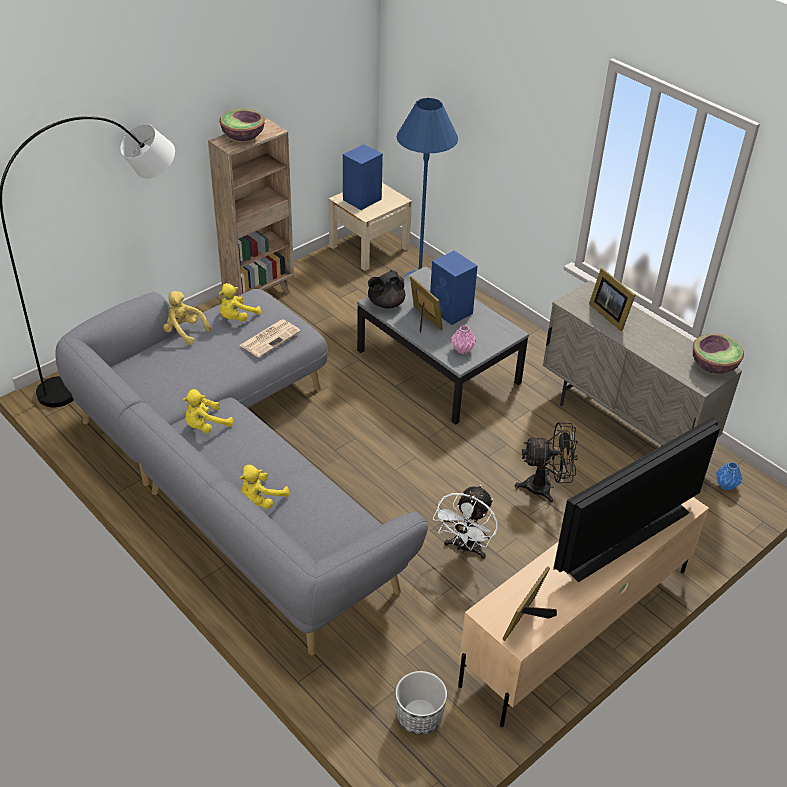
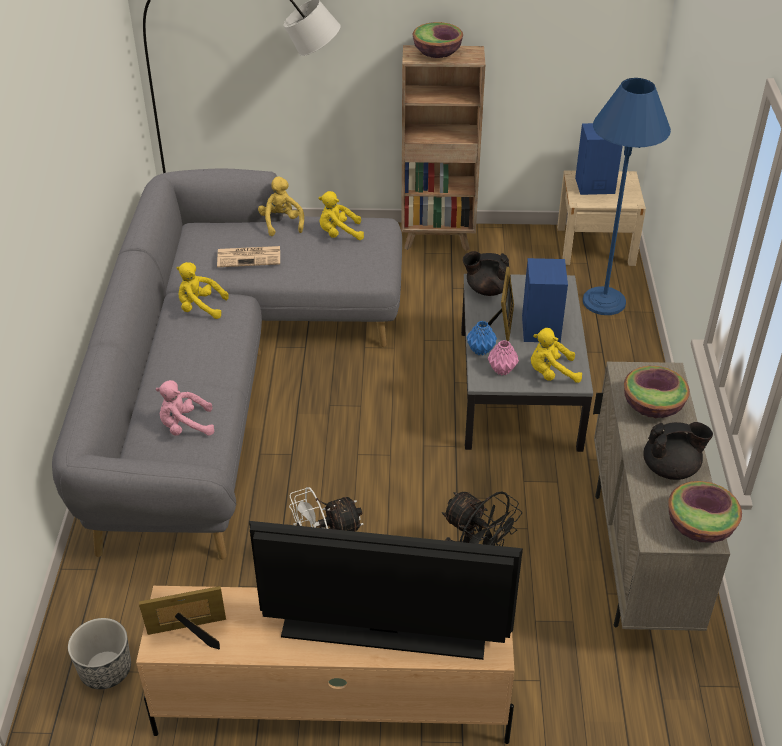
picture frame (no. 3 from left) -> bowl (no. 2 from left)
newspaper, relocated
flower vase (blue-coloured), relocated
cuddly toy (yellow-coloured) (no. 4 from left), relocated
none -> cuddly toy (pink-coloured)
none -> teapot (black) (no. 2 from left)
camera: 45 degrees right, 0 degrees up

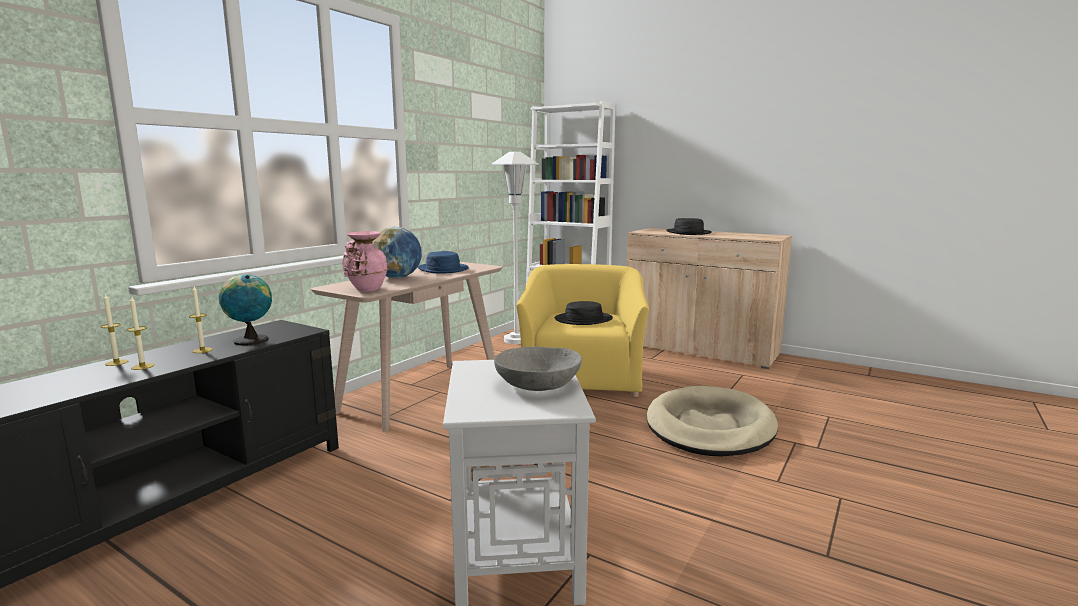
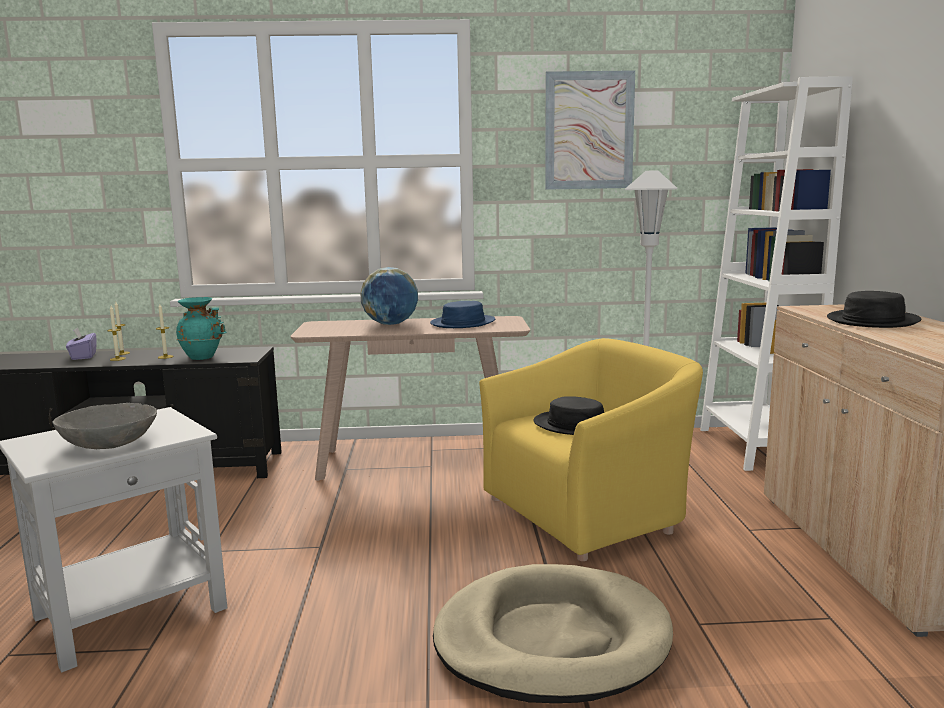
flower vase (pink-coloured) -> none
globe (no. 1 from left) -> flower vase (turquoise-coloured)
none -> picture
none -> tissue box (purple-coloured)
camera: 55 degrees right, 0 degrees up

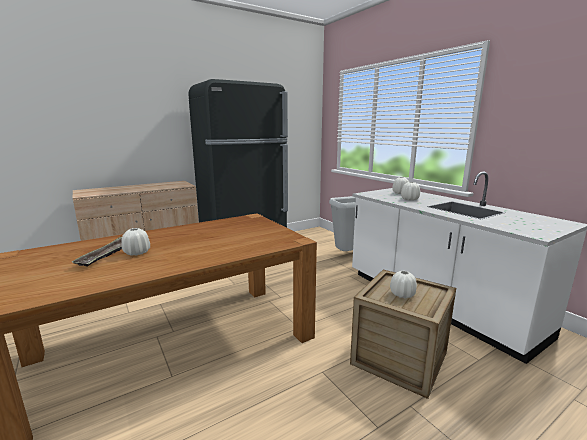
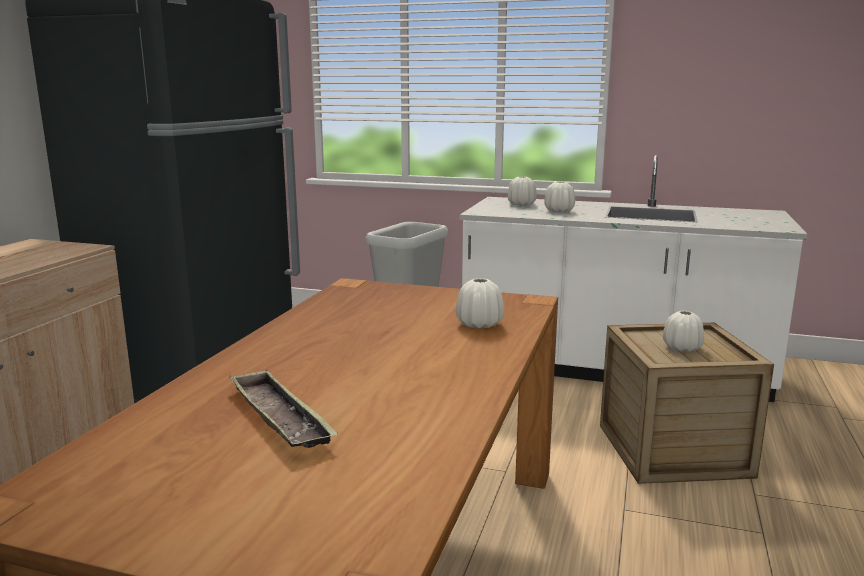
flower vase (white-coloured) (no. 1 from left), relocated
camera: 40 degrees left, 0 degrees up

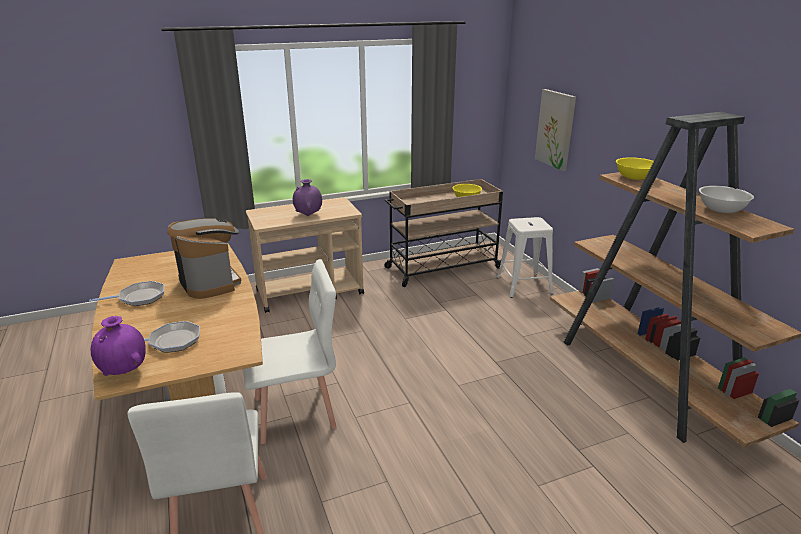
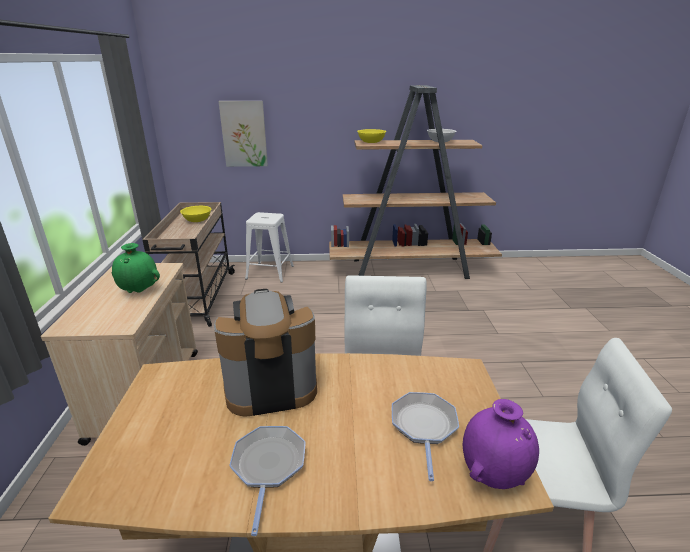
flower vase (purple-coloured) (no. 2 from left) -> flower vase (greenish)
camera: 70 degrees left, 0 degrees up

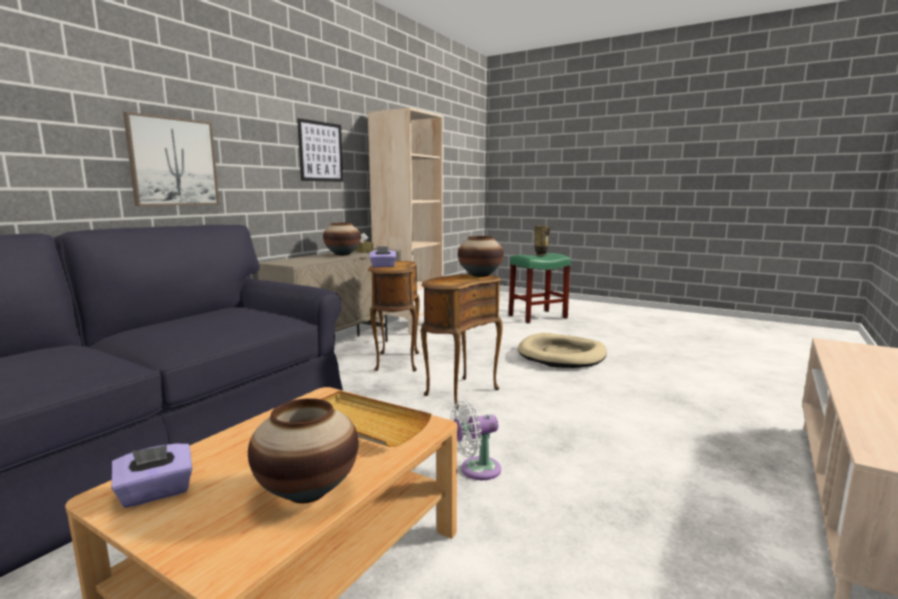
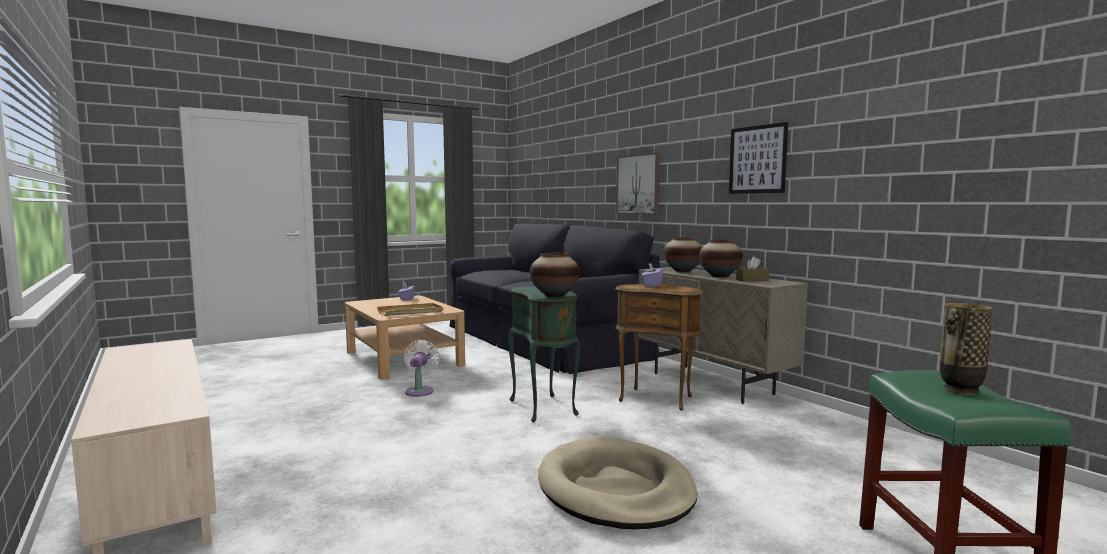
bookshelf (beige-coloured) -> none
accent table (brown-coloured) (no. 2 from left) -> accent table (greenish)
flower vase (no. 1 from left in the first image) -> flower vase (no. 2 from left), relocated
camera: 115 degrees right, 5 degrees down

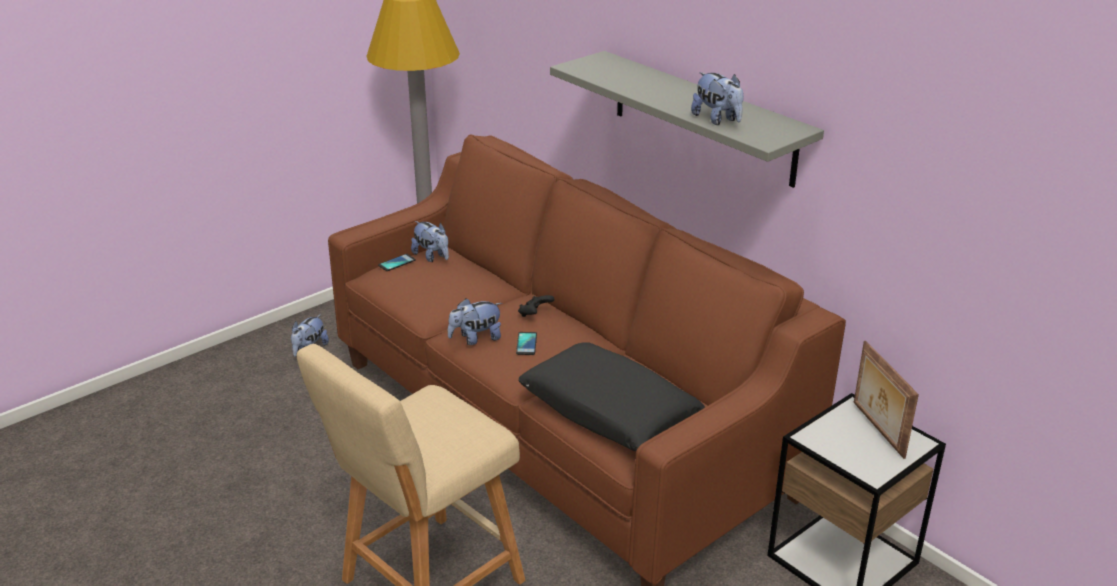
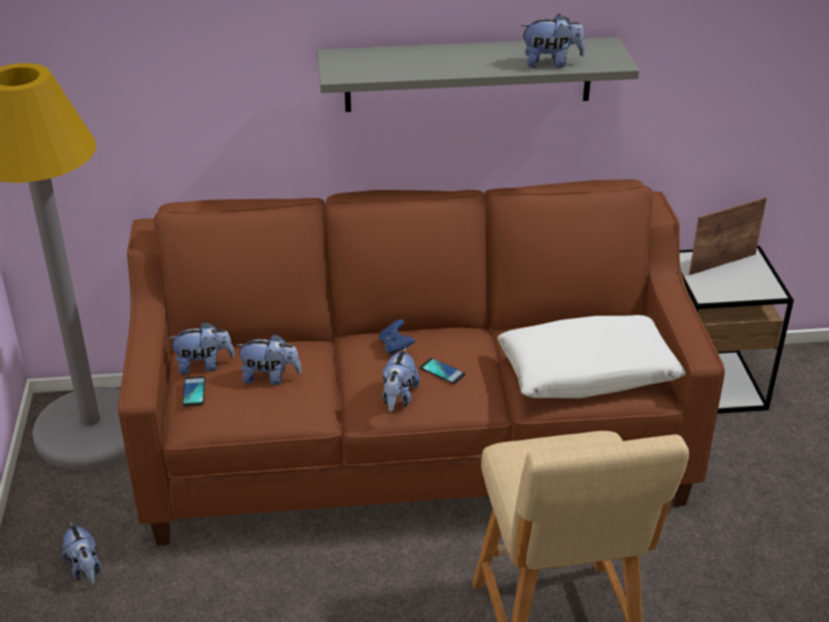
gamepad (black) -> gamepad (blue-coloured)
picture frame, 135 degrees clockwise
pillow (black) -> pillow (white-coloured)
none -> cuddly toy (no. 3 from left)
camera: 55 degrees left, 5 degrees up

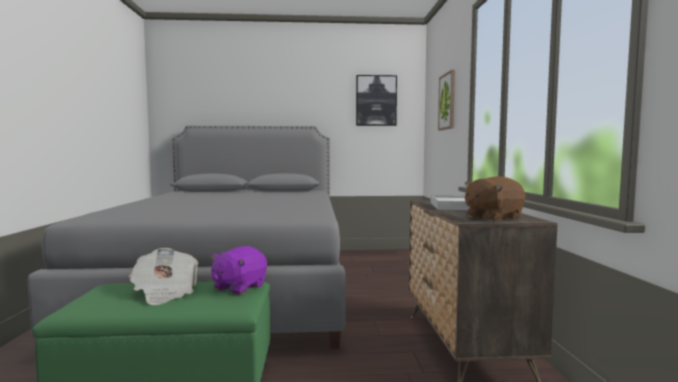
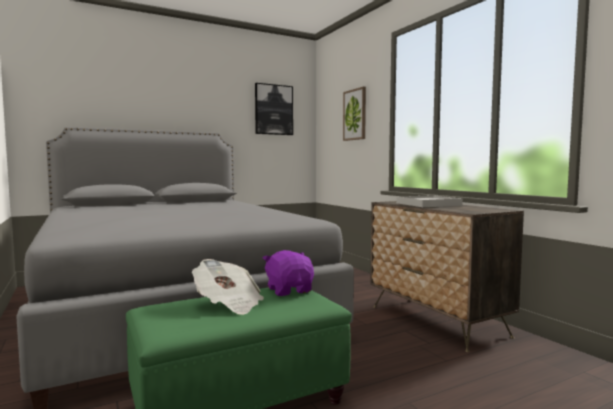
cuddly toy (brown-coloured) -> none
cuddly toy (purple-coloured), 150 degrees clockwise
camera: 25 degrees left, 0 degrees up

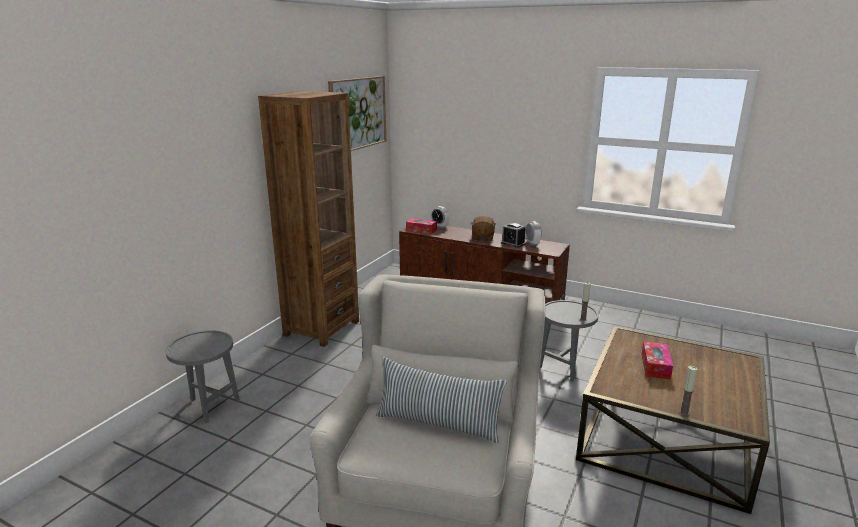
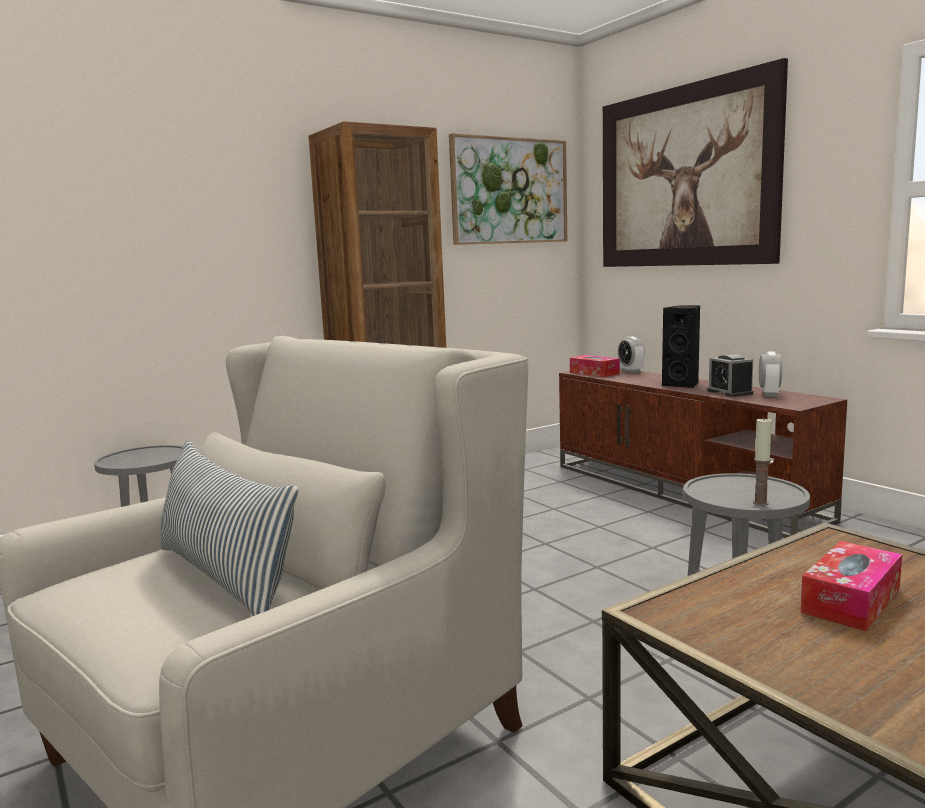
cuddly toy (brown-coloured) -> audio speaker (black)
wax light (no. 2 from left) -> none
none -> picture (no. 2 from left)
camera: 30 degrees right, 10 degrees down

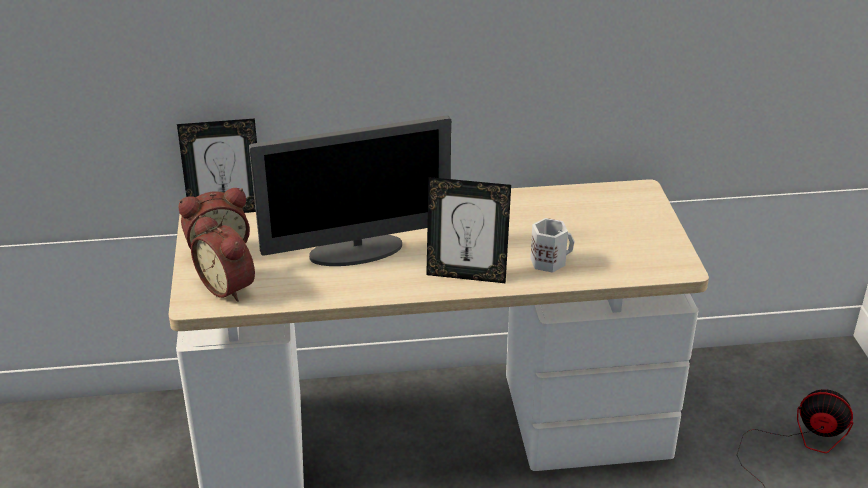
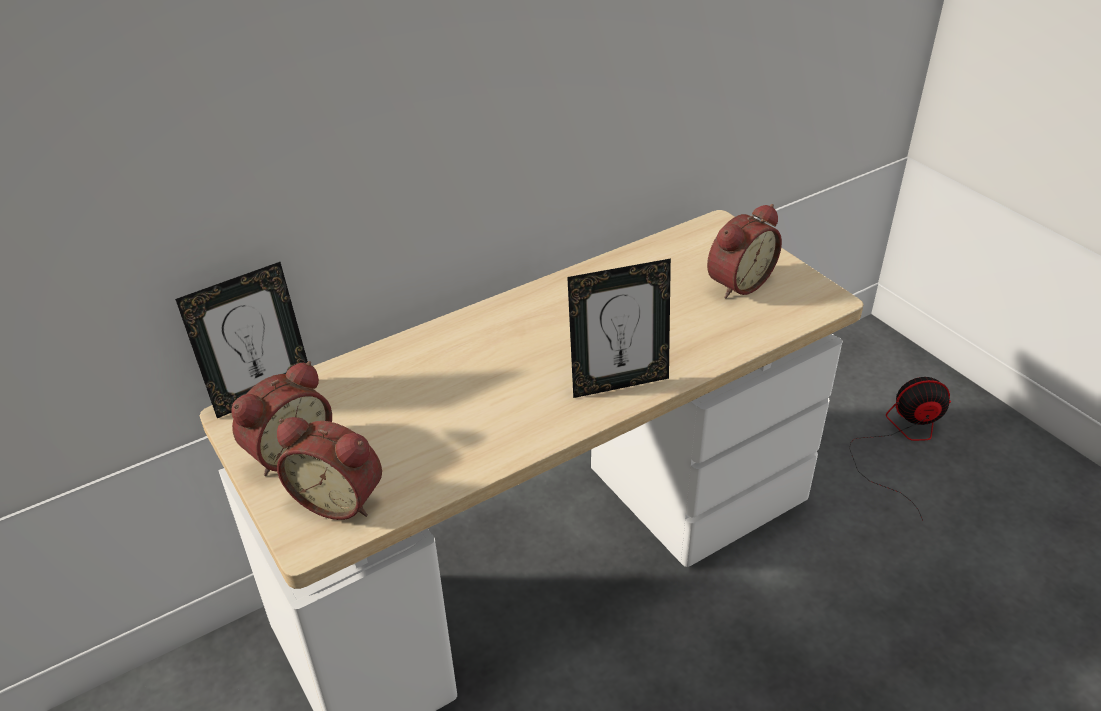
computer screen -> none
mug (white-coloured) -> none
none -> alarm clock (no. 3 from left)
camera: 25 degrees left, 5 degrees up

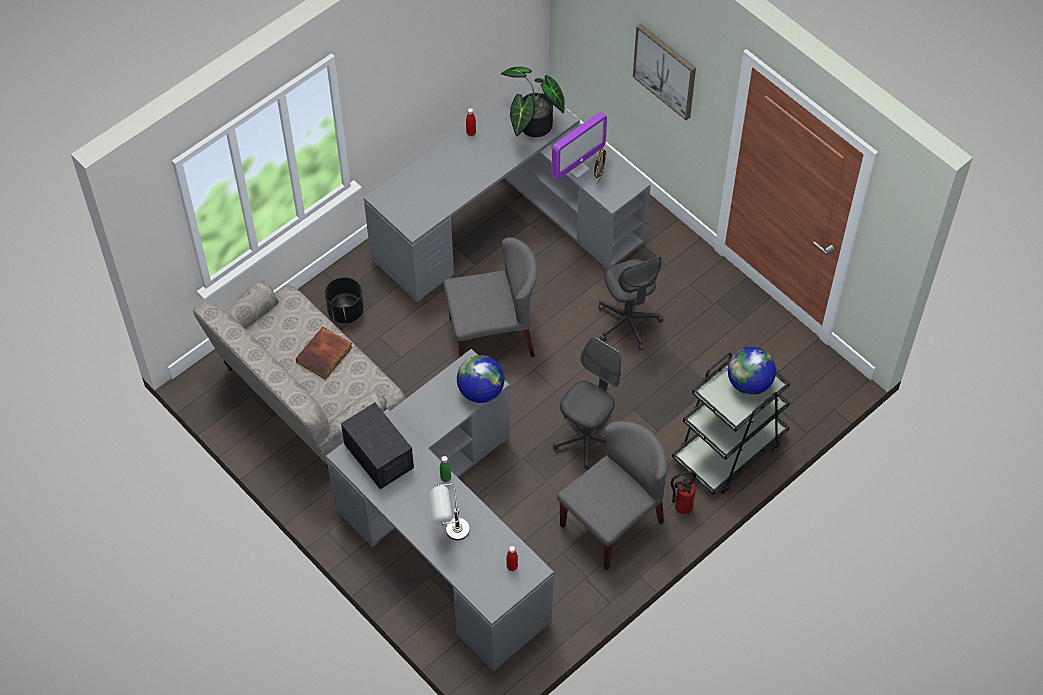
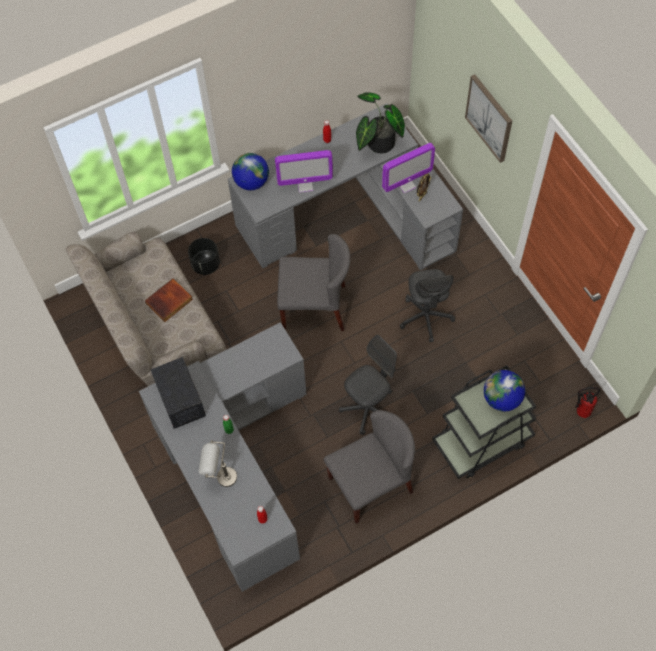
globe (no. 1 from left), relocated
fire-fighting cylinder, relocated
none -> computer screen (no. 1 from left)
camera: 15 degrees right, 5 degrees up

